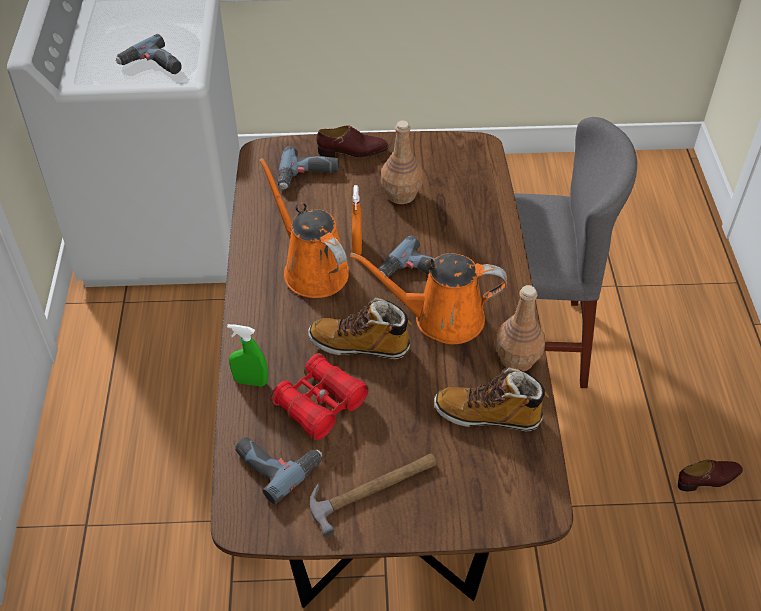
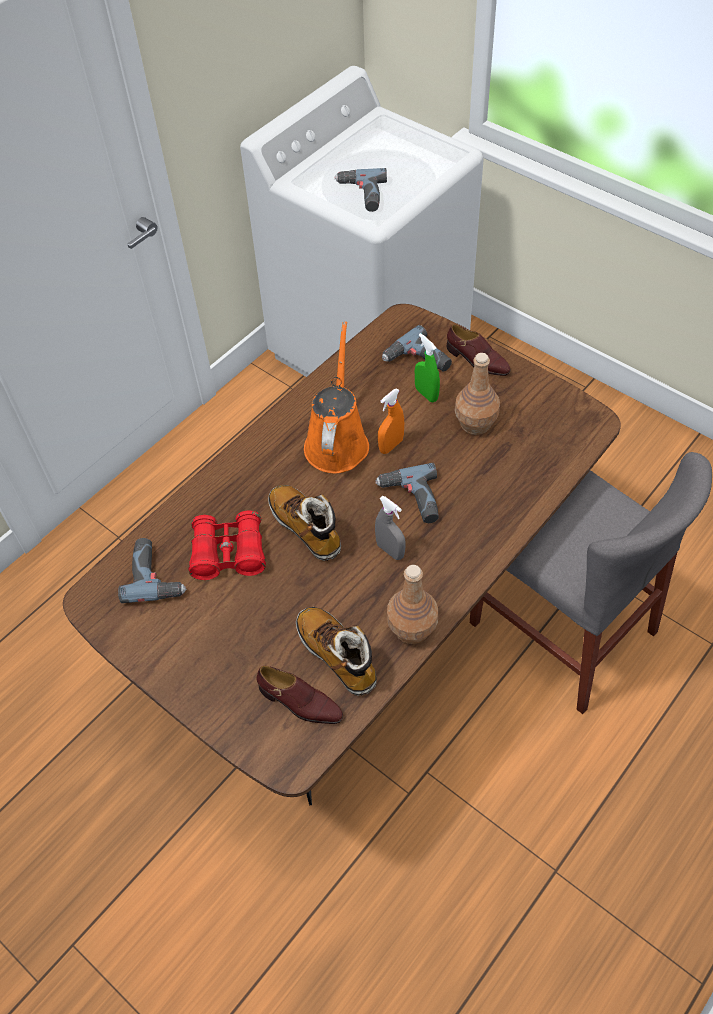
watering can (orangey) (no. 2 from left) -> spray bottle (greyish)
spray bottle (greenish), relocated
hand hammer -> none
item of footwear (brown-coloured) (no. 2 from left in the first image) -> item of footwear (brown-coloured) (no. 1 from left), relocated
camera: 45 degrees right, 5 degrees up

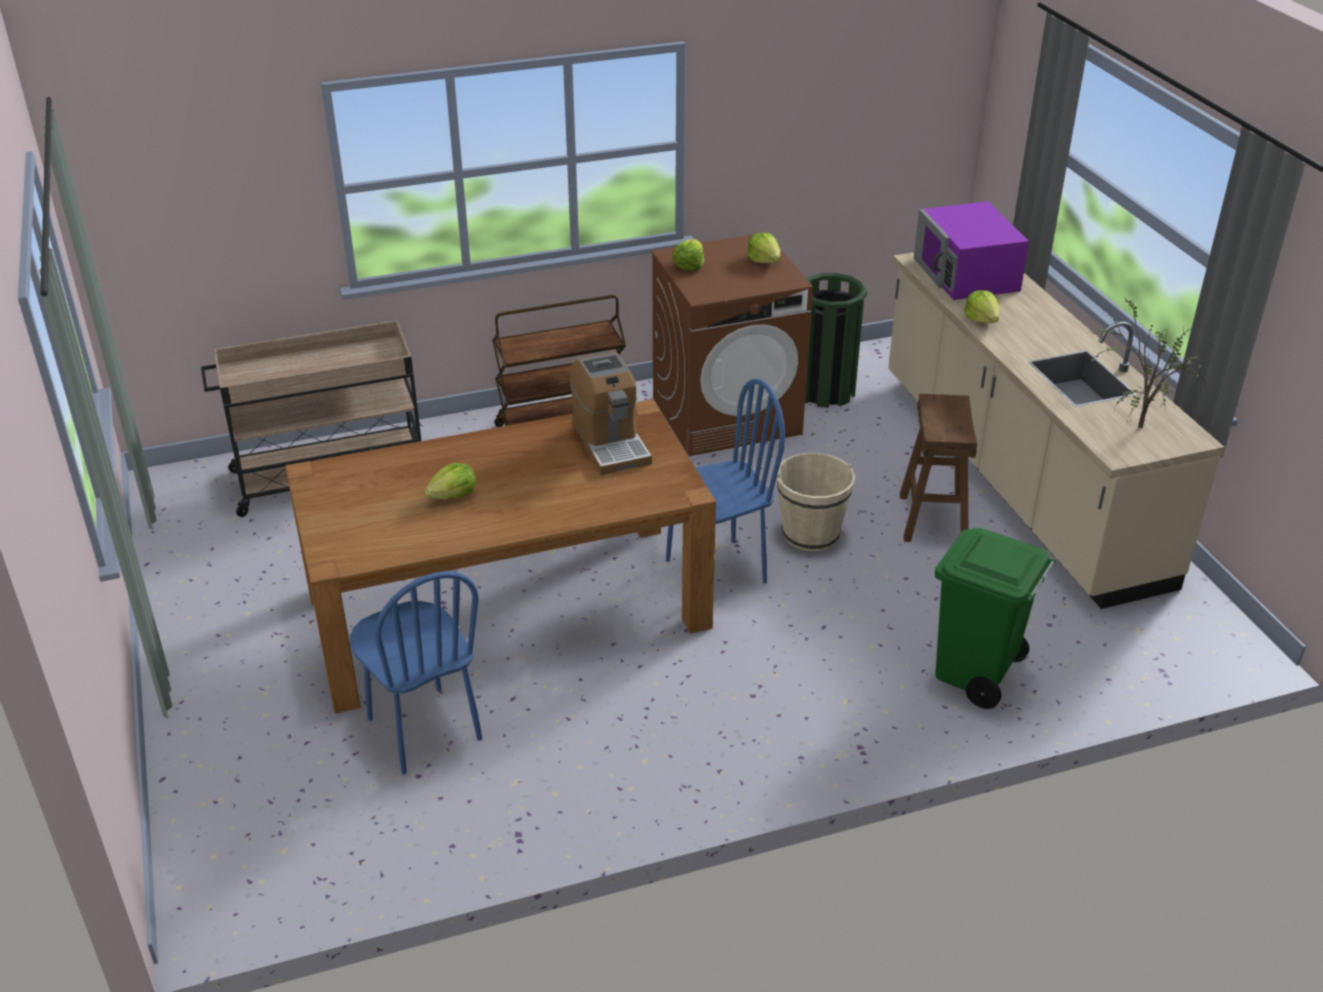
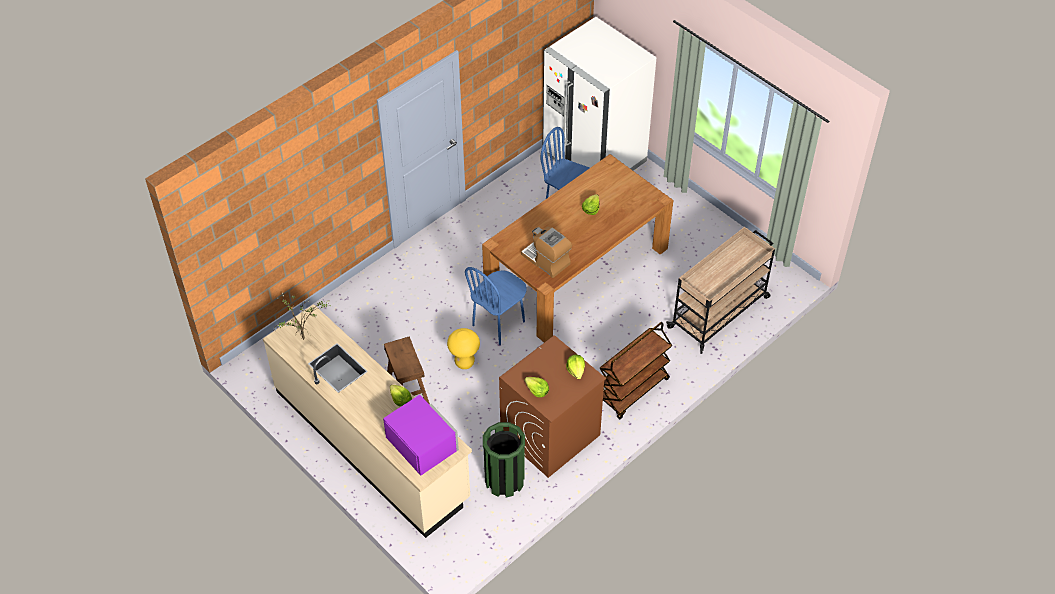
bucket (beige-coloured) -> stool seat (yellow-coloured)
trash can (greenish) (no. 2 from left) -> none
none -> fridge (white-coloured)
camera: 155 degrees right, 15 degrees up

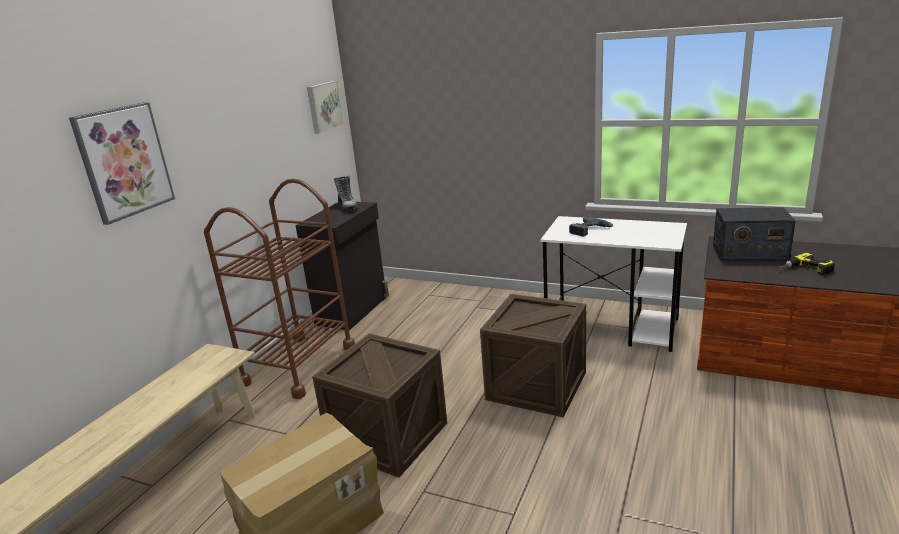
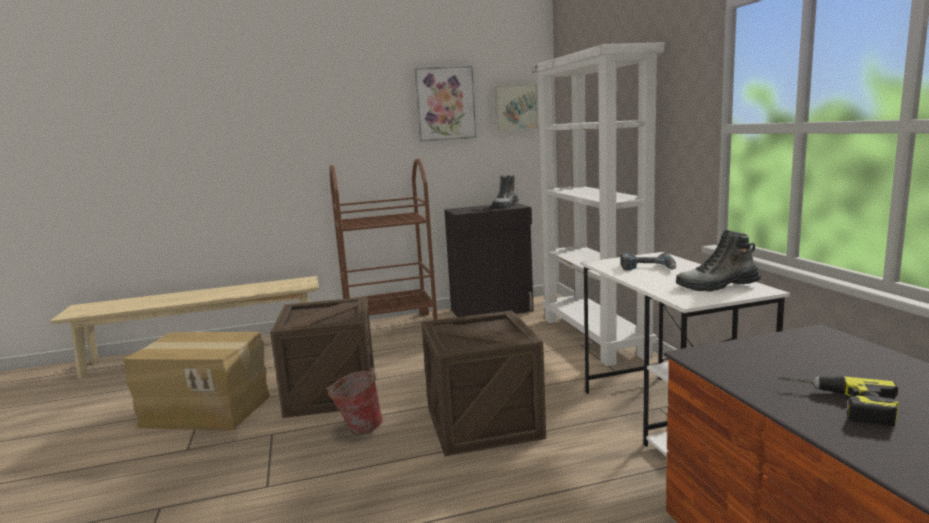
picture (no. 1 from left), relocated
radio receiver -> none
none -> bookshelf (white-coloured)
none -> tall boot (no. 2 from left)
none -> bucket
camera: 50 degrees right, 10 degrees down

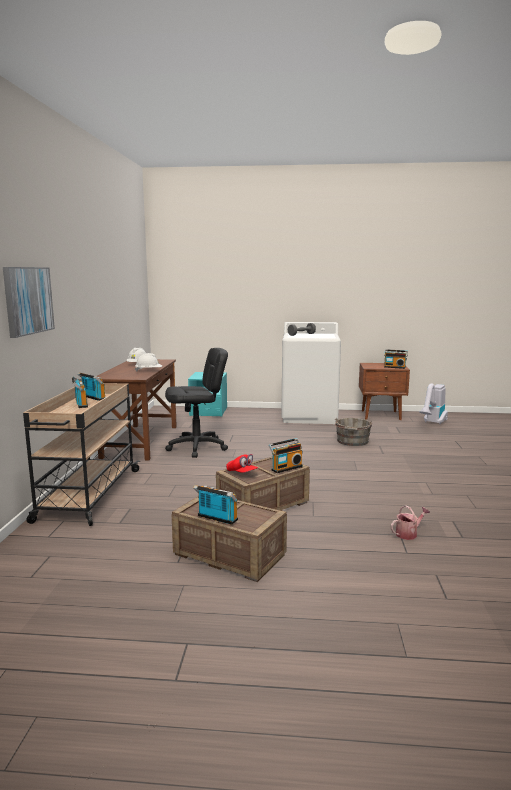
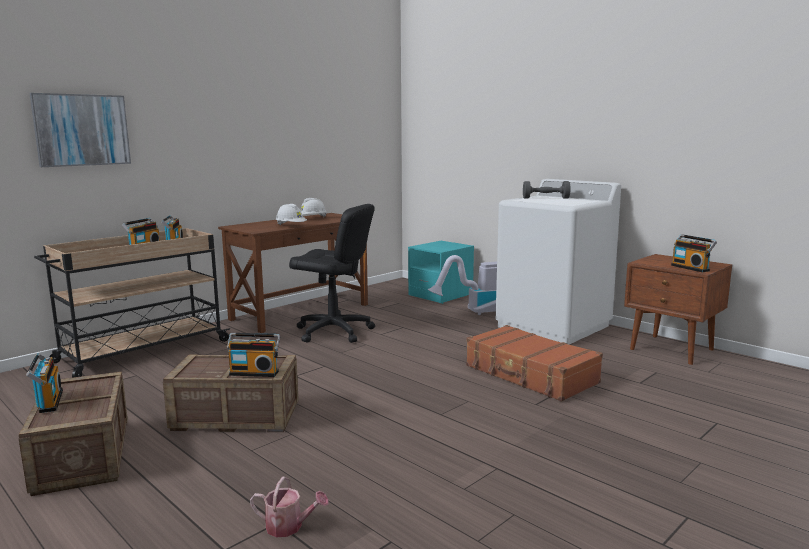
vacuum, relocated
bucket (greyish) -> suitcase (brown-coloured)
peaked cap (red-coloured) -> none
camera: 40 degrees right, 0 degrees up

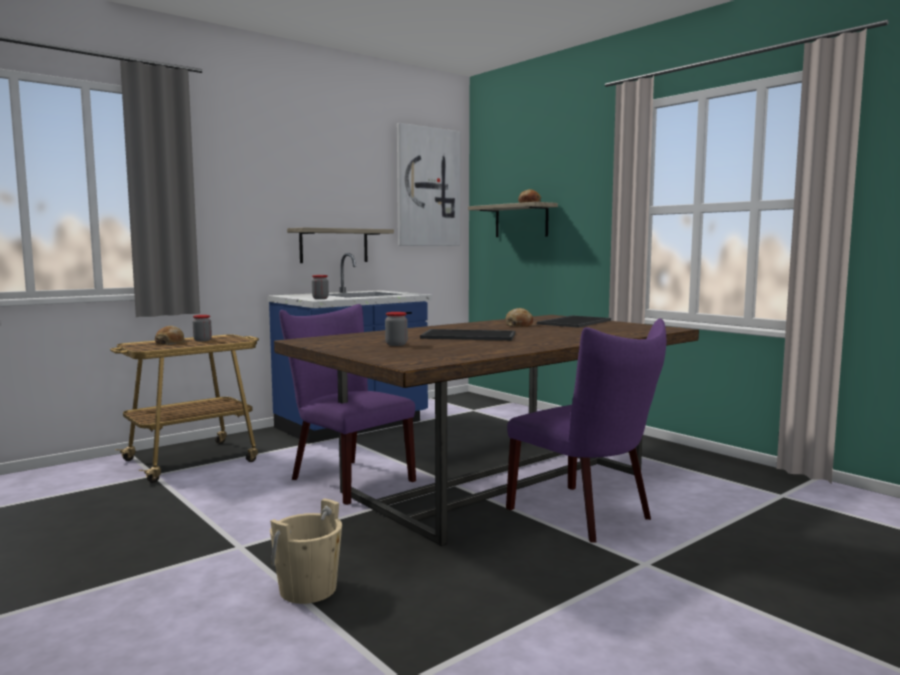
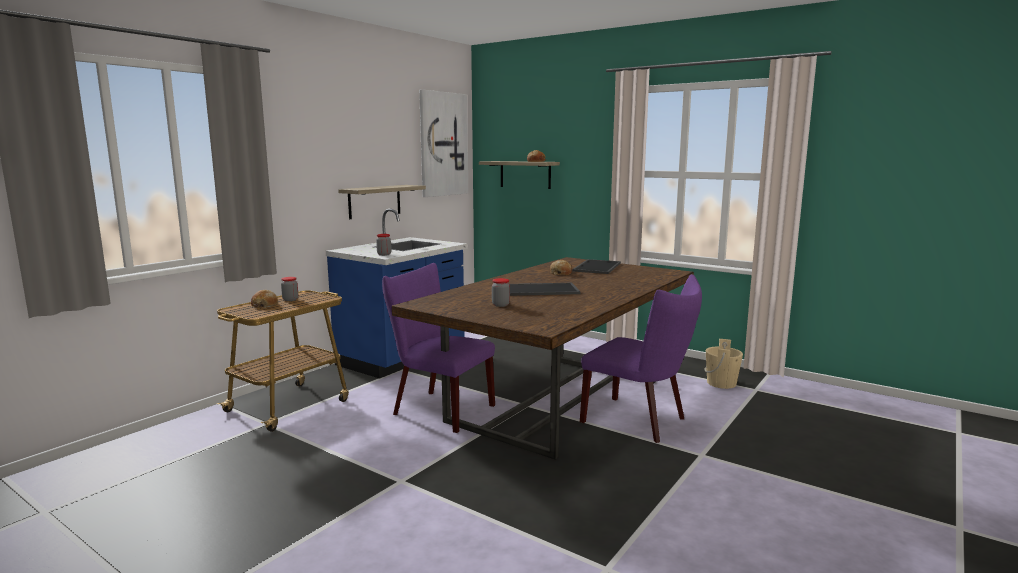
bucket (beige-coloured), relocated
camera: 15 degrees left, 5 degrees up

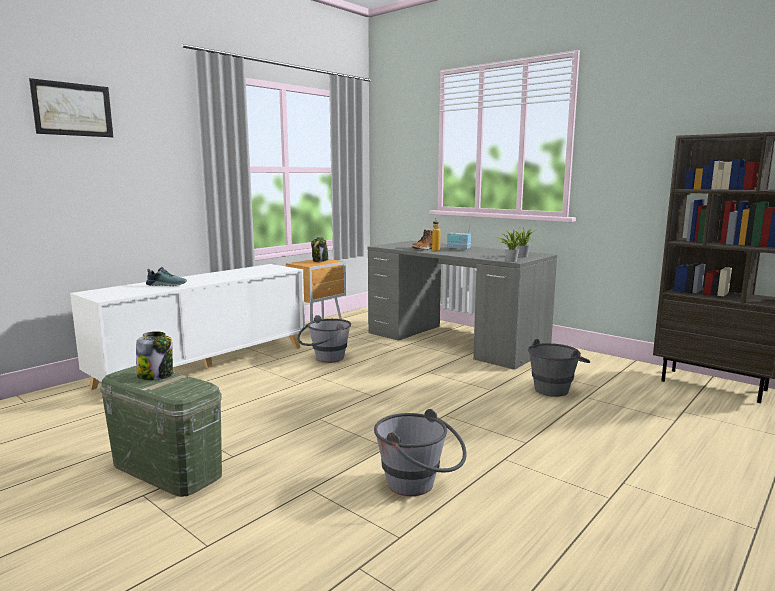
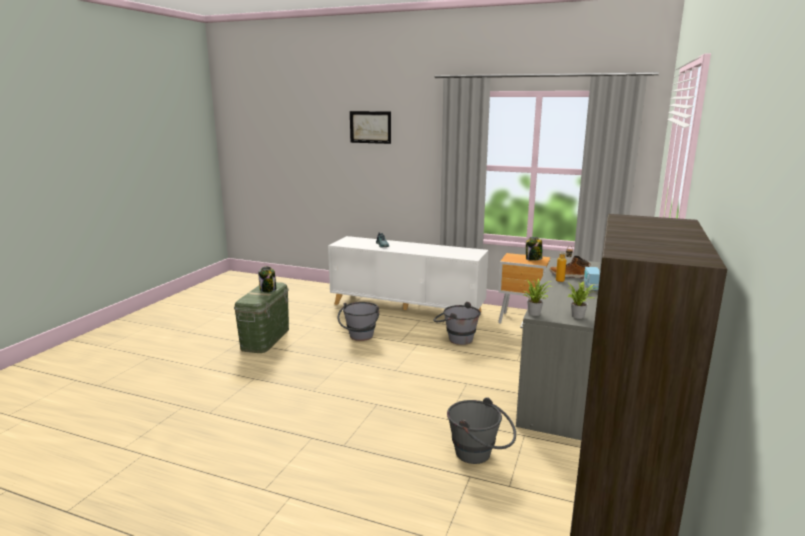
bucket (greyish) (no. 2 from left in the first image) -> bucket (greyish) (no. 1 from left), relocated
camera: 70 degrees right, 5 degrees up

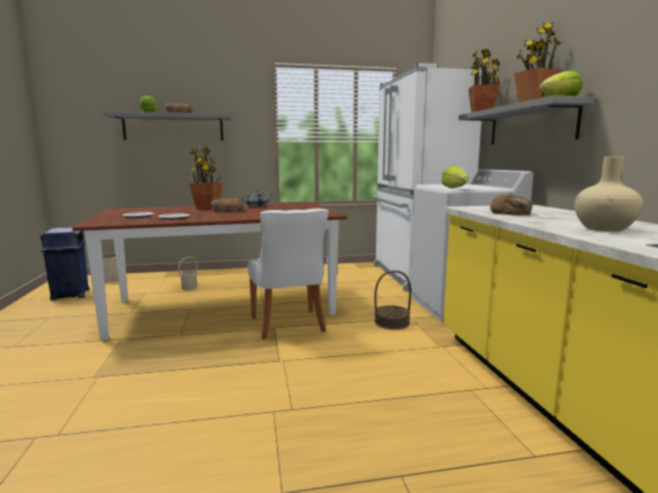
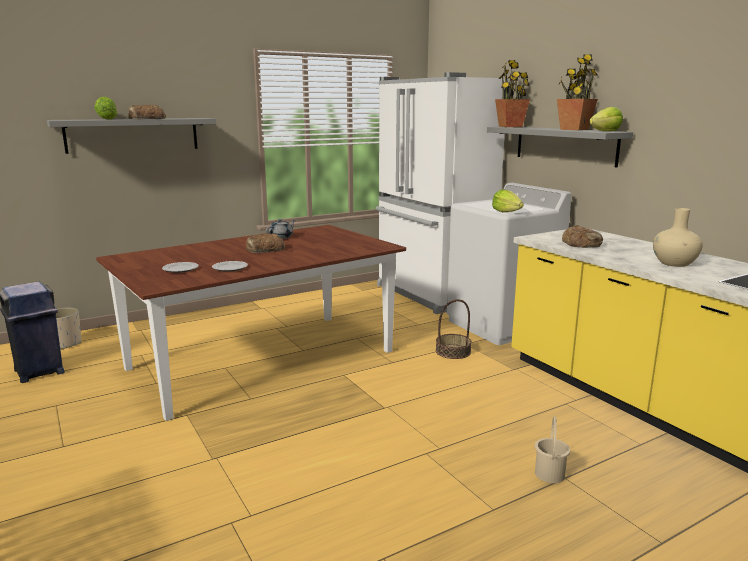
plant in a pot (no. 1 from left) -> none
plain chair (white-coloured) -> none
bucket (beige-coloured), relocated
camera: 20 degrees left, 5 degrees up

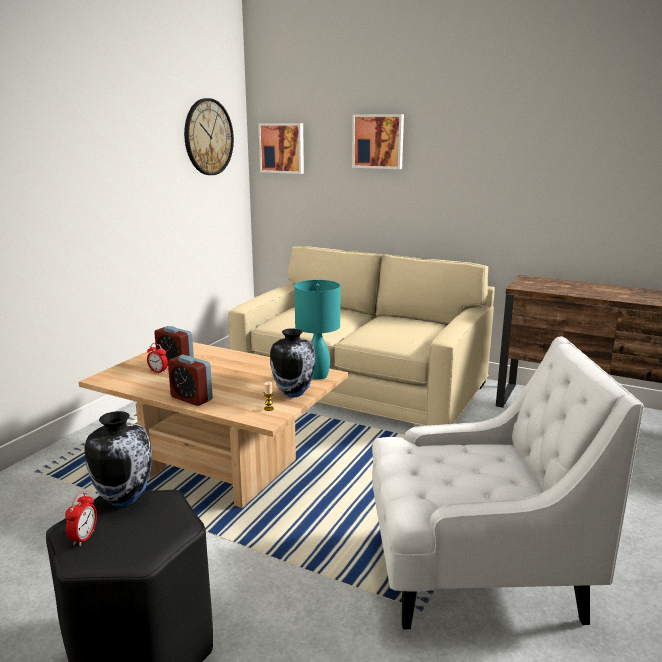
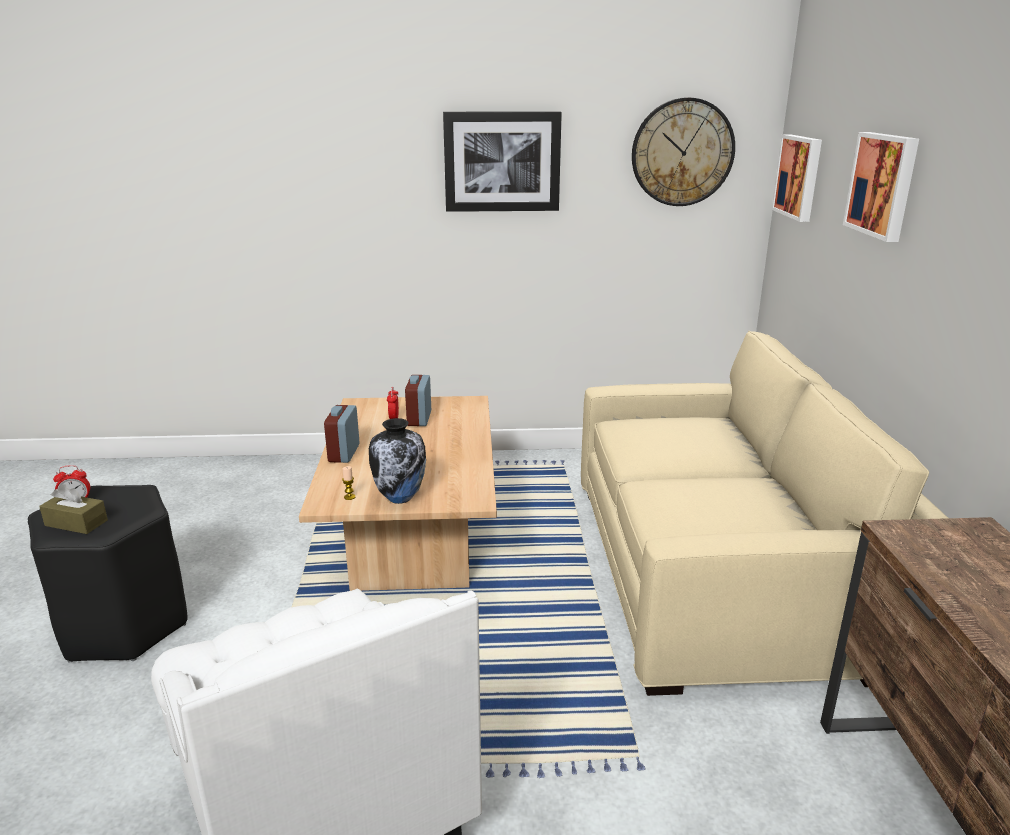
table lamp (turquoise-coloured) -> none
flower vase (no. 1 from left) -> none
none -> picture (no. 1 from left)
none -> tissue box (brown-coloured)
camera: 60 degrees right, 5 degrees up

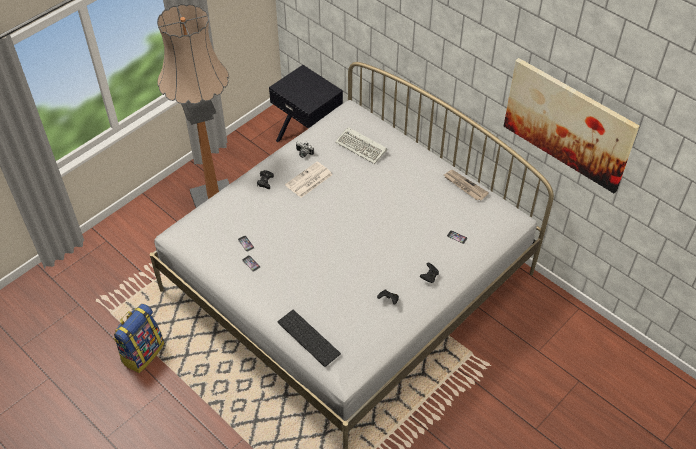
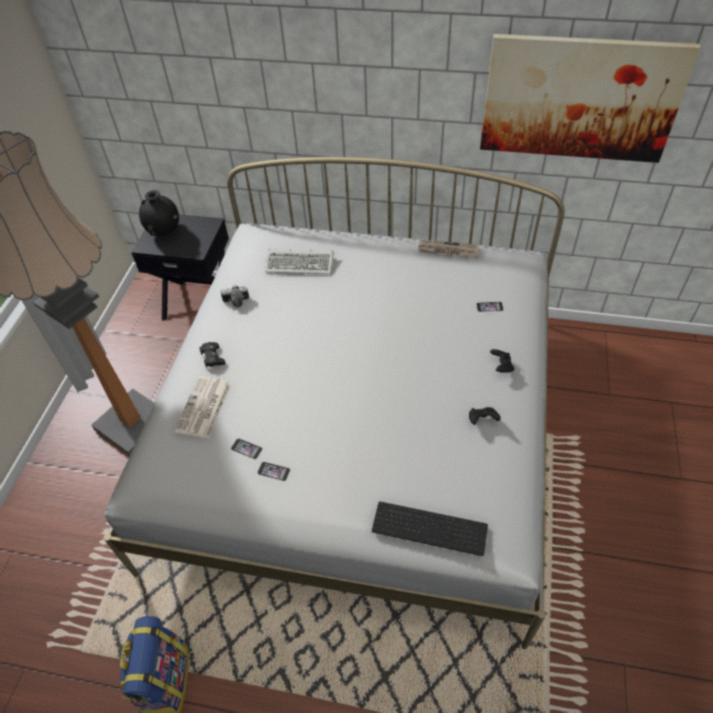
newspaper (no. 1 from left), relocated
none -> flower vase (black)
camera: 30 degrees left, 0 degrees up

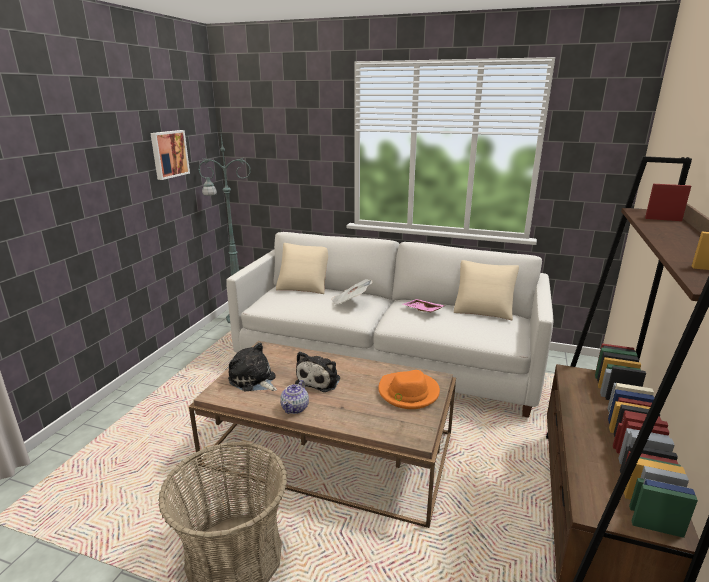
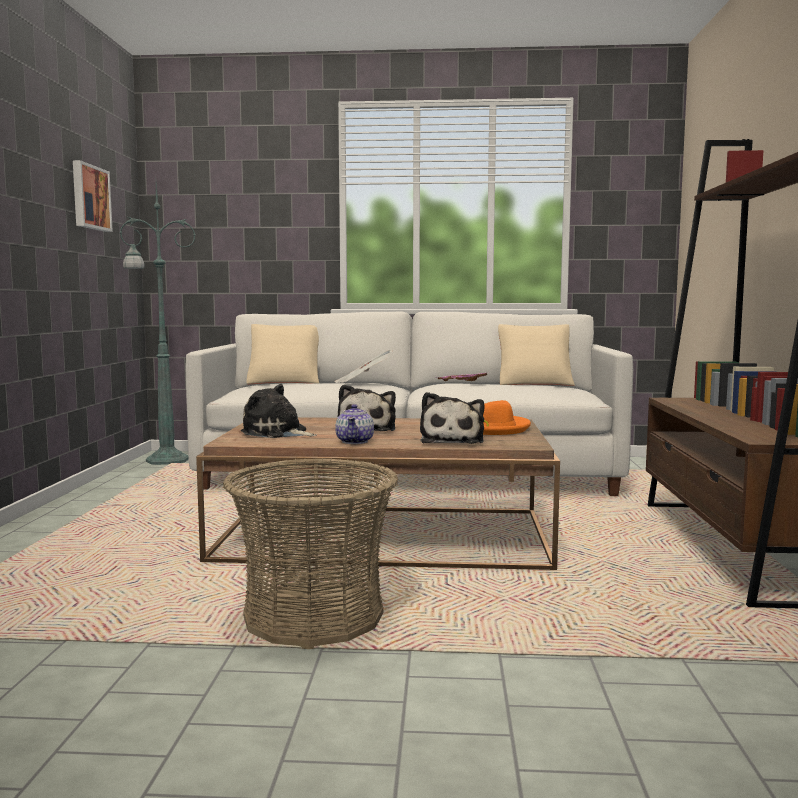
none -> cuddly toy (no. 3 from left)
camera: 15 degrees left, 15 degrees down

